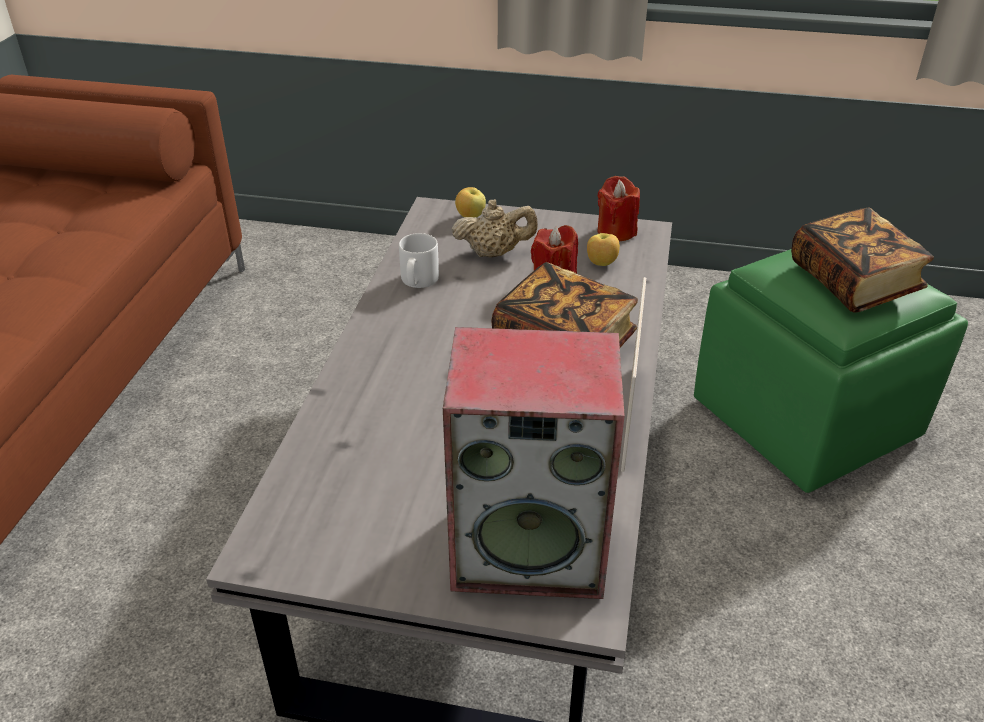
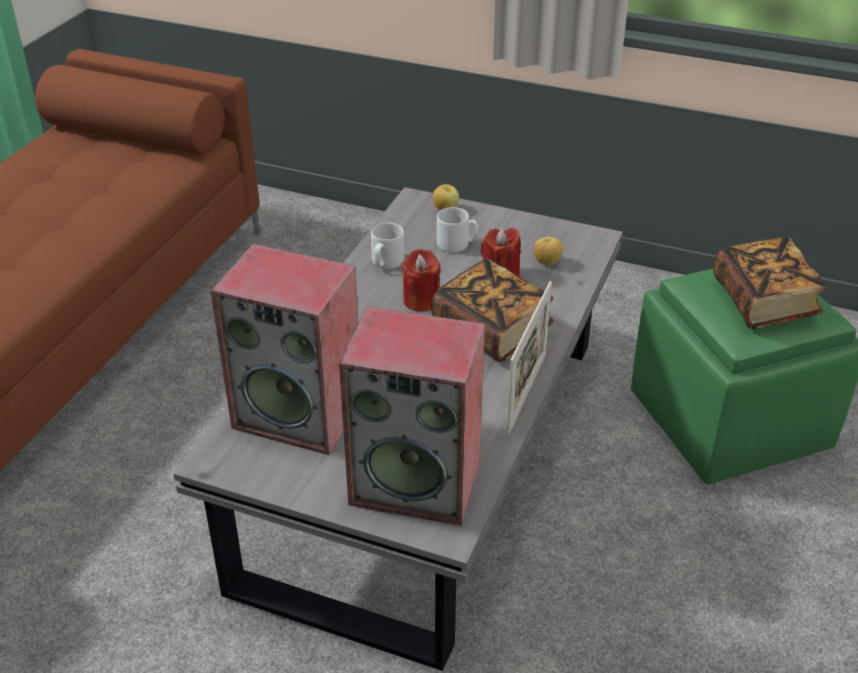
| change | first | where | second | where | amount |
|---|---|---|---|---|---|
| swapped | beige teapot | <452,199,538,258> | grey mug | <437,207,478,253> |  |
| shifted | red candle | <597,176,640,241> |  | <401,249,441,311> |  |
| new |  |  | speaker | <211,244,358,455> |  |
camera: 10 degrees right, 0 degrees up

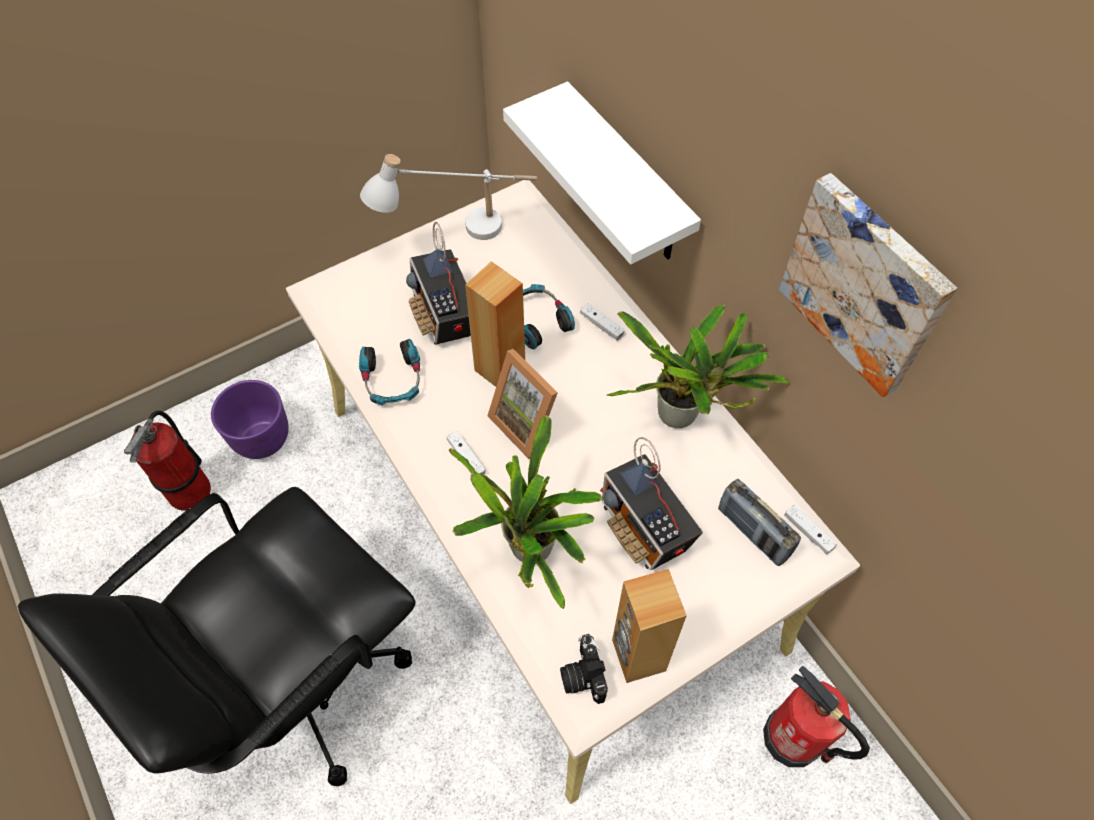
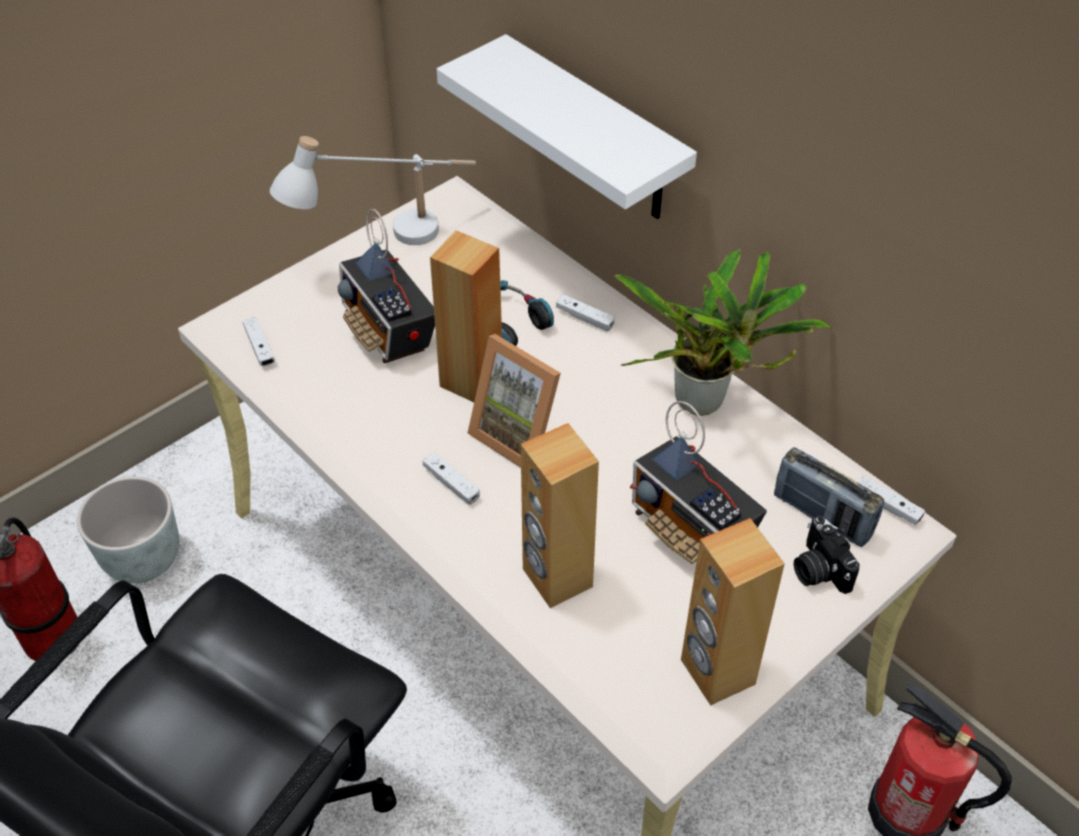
| change | first | where | second | where | amount |
|---|---|---|---|---|---|
| repainted | purple planter | <211,380,289,459> | grey planter | <77,476,179,583> |  |
| gone | headphones | <359,339,420,406> |  |  |  |
| swapped | potted plant | <449,415,603,609> | brown speaker | <521,423,599,608> |  |
| shifted | photo camera | <560,634,608,704> |  | <794,516,859,594> |  |
| gone | picture | <779,173,957,397> |  |  |  |
| new |  |  | white game controller | <243,317,275,366> |  |
camera: 10 degrees left, 10 degrees down

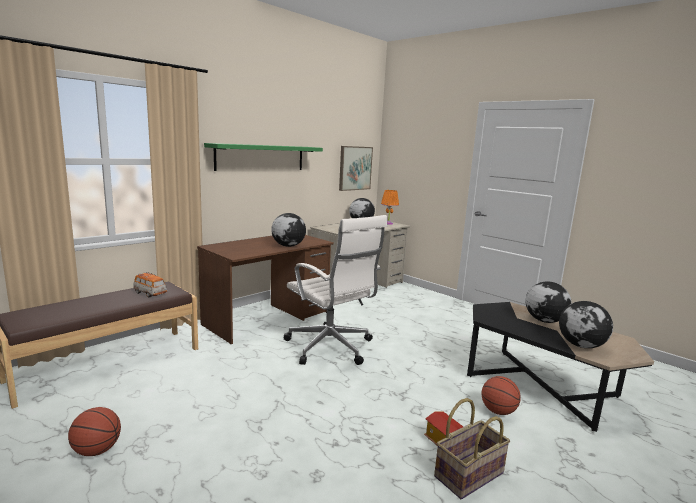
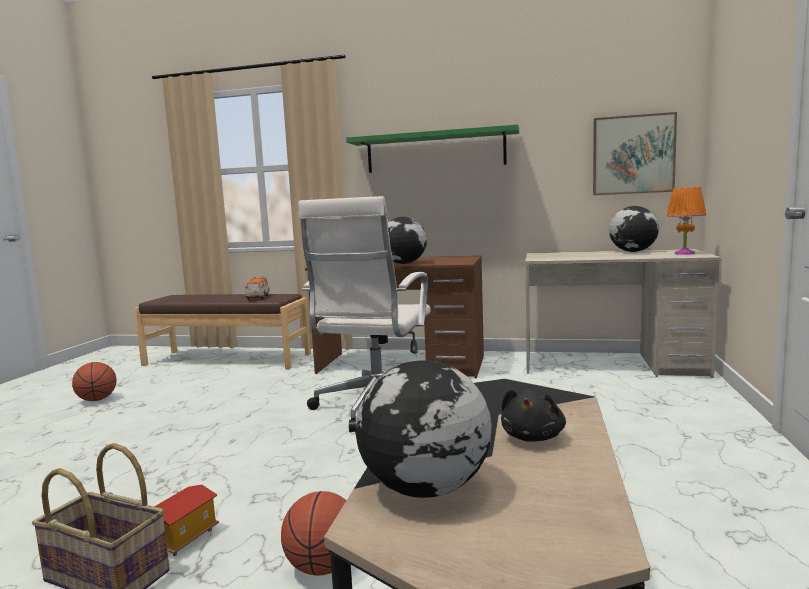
| change | first | where | second | where | amount |
|---|---|---|---|---|---|
| swapped | globe | <525,281,572,323> | black plush toy | <501,389,566,442> |  |
camera: 60 degrees right, 5 degrees down

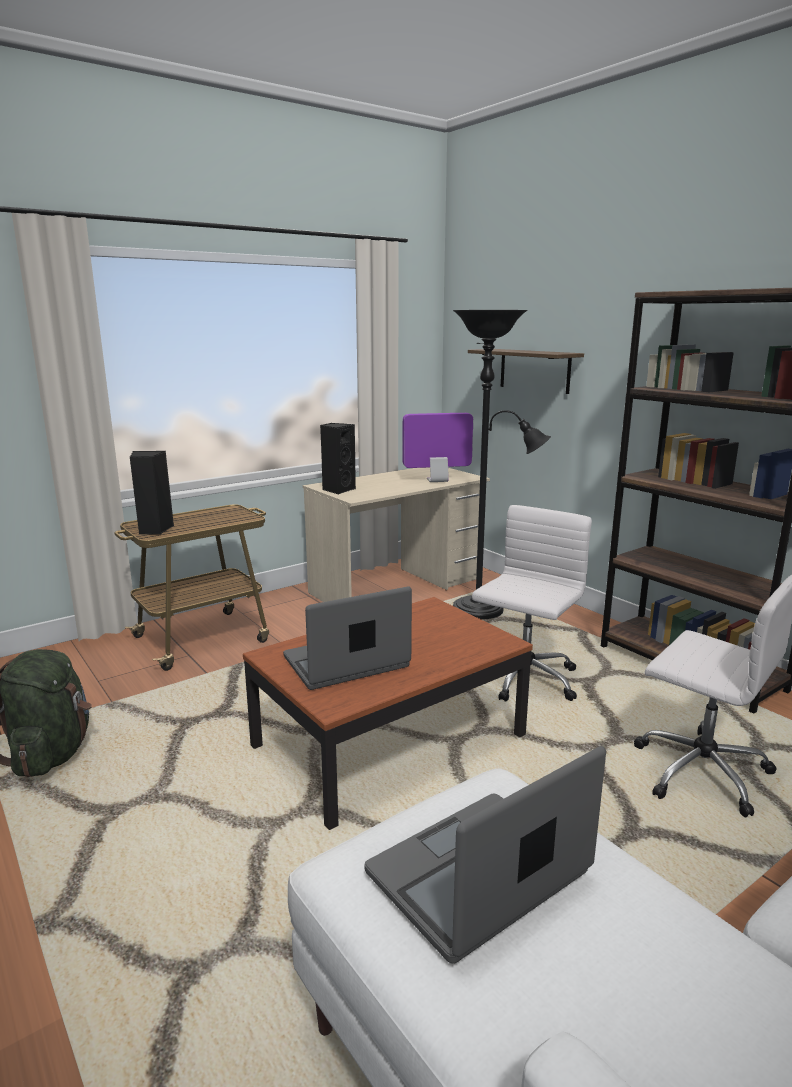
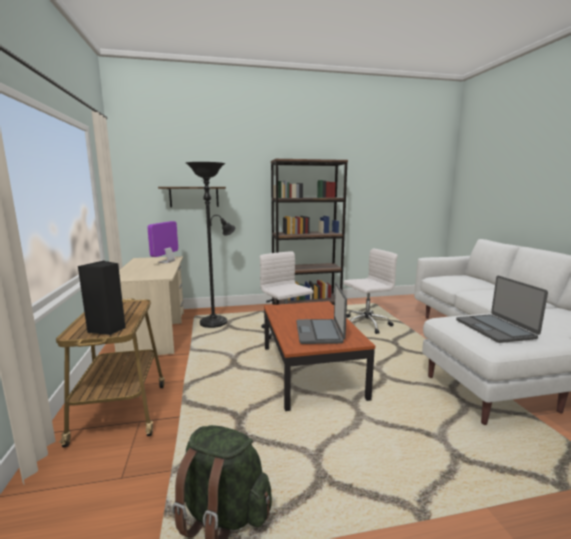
| change | first | where | second | where | amount |
|---|---|---|---|---|---|
| gone | black speaker | <320,423,356,494> |  |  |  |
camera: 65 degrees left, 5 degrees down

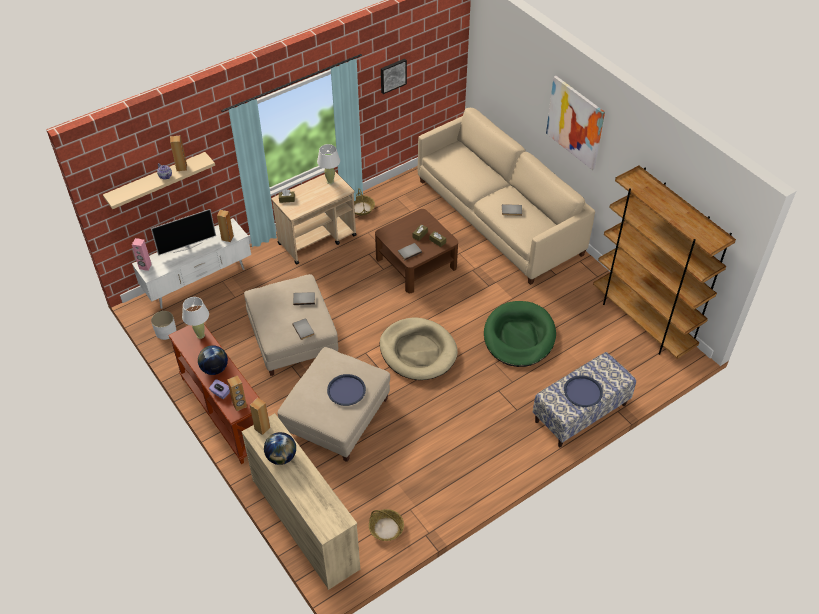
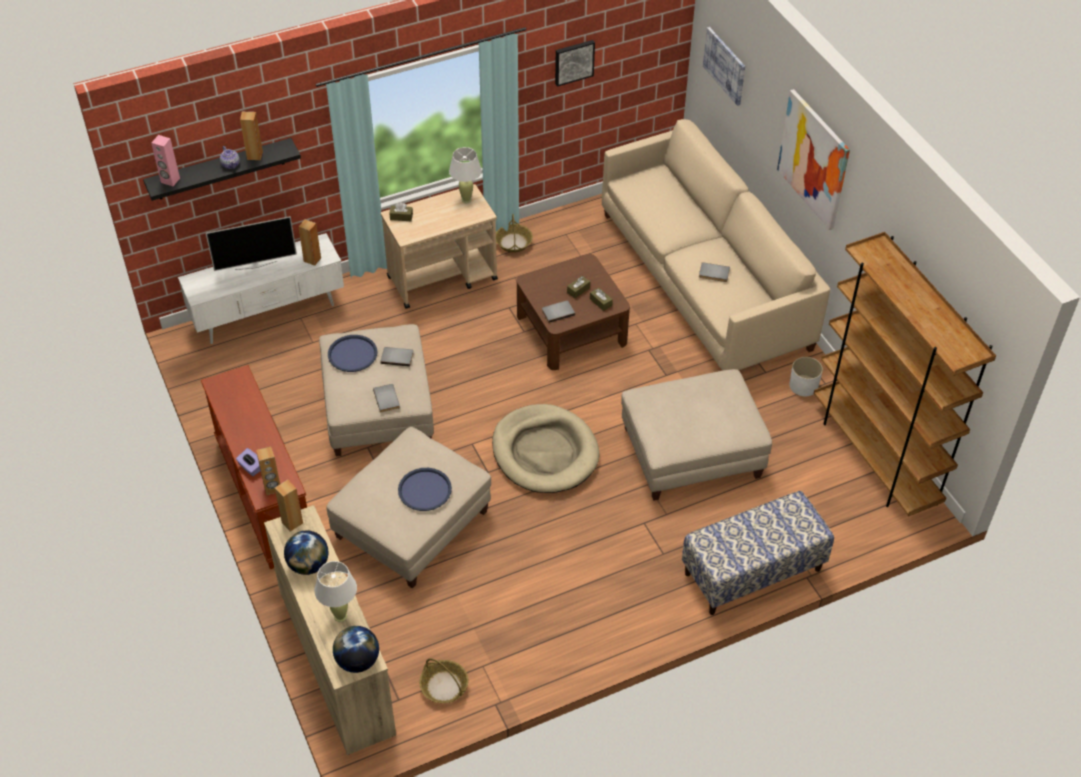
| change | first | where | second | where | amount |
|---|---|---|---|---|---|
| repainted | beige shelf | <103,152,215,209> | black shelf | <143,138,301,201> |  |
| shifted | pink speaker | <132,238,152,271> |  | <151,135,180,186> |  |
| shifted | white planter | <151,311,176,340> |  | <789,357,823,397> |  |
| shifted | white table lamp | <182,297,209,339> |  | <314,561,357,622> |  |
| shifted | globe | <198,345,228,375> |  | <333,626,379,673> |  |
| swapped | green dog bed | <484,301,556,367> | beige ottoman | <621,369,772,501> |  |
| shifted | blue tray | <564,375,603,407> |  | <328,335,377,372> |  |
| new |  |  | picture | <703,27,745,106> |  |
camera: 10 degrees right, 0 degrees up

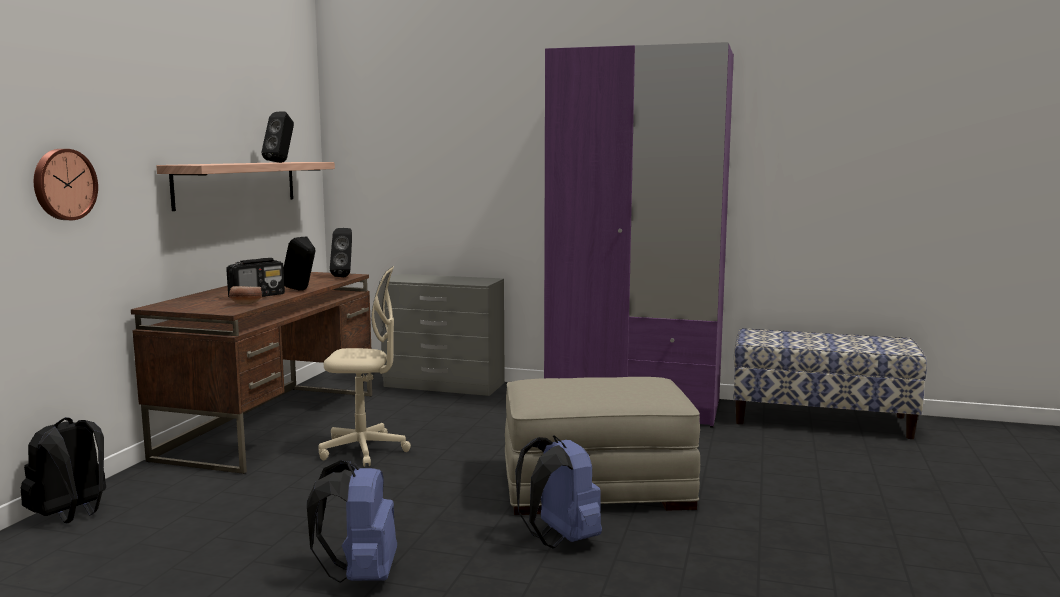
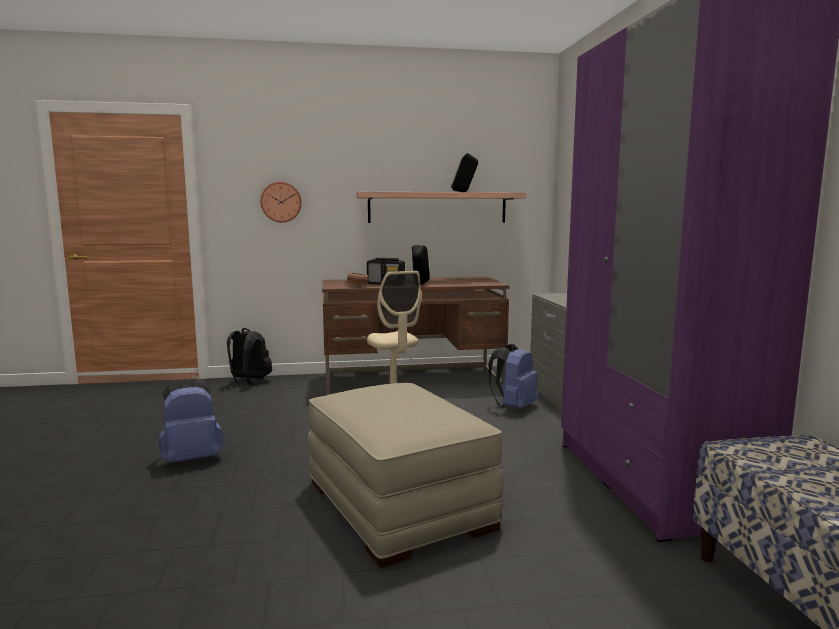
| change | first | where | second | where | amount |
|---|---|---|---|---|---|
| gone | black speaker | <330,228,352,277> |  |  |  |
| shifted | blue backpack | <515,435,602,549> |  | <489,344,538,409> |  |
camera: 65 degrees right, 0 degrees up

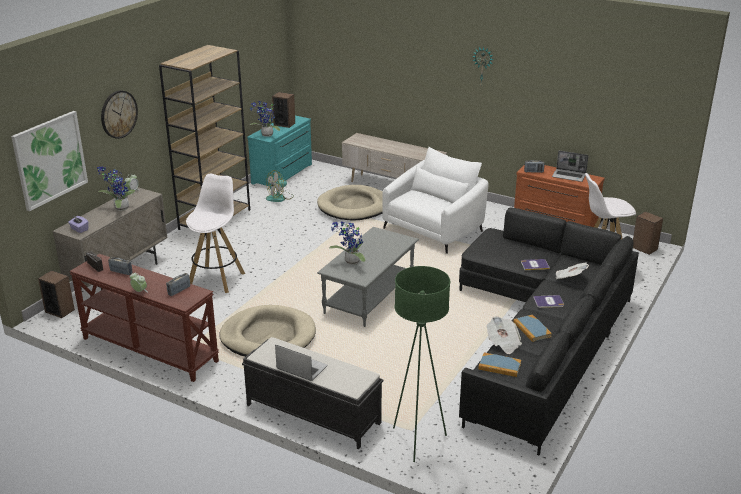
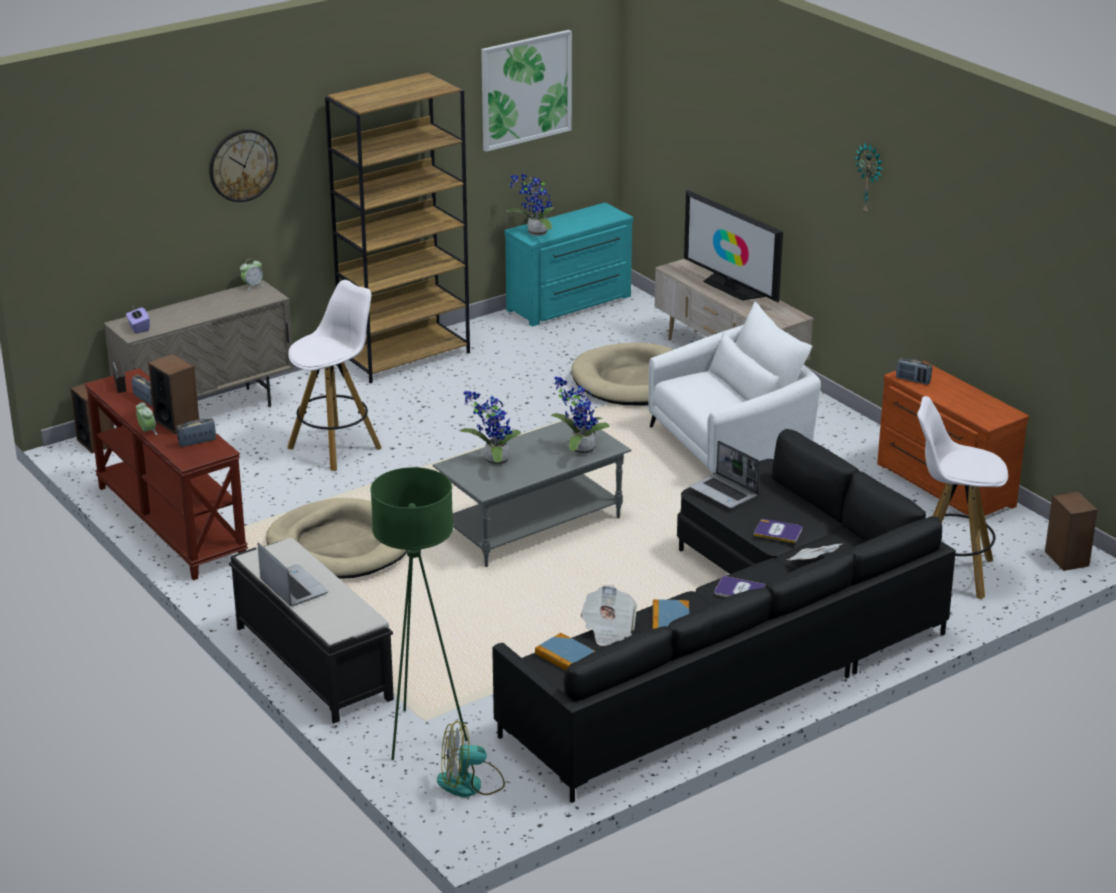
| change | first | where | second | where | amount |
|---|---|---|---|---|---|
| shifted | picture | <11,111,88,211> |  | <481,30,572,152> |  |
| shifted | potted plant | <97,167,135,211> |  | <551,376,609,455> |  |
| shifted | fan | <266,170,294,202> |  | <437,721,505,797> |  |
| shifted | speaker | <272,92,295,128> |  | <148,354,199,434> |  |
| shifted | laptop | <552,151,588,182> |  | <690,441,760,508> |  |
| new |  |  | television | <684,190,783,302> |  |
camera: 25 degrees right, 0 degrees up

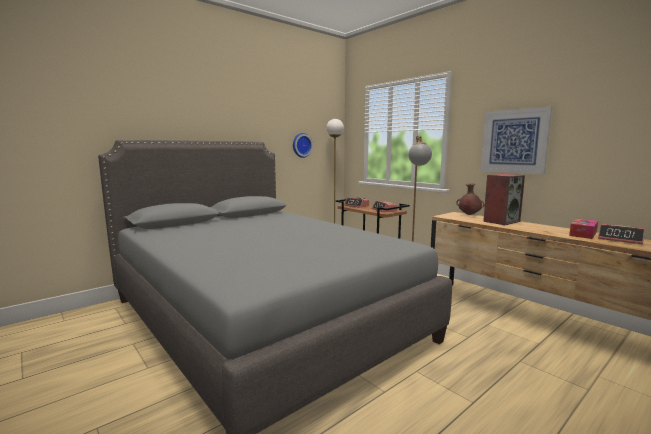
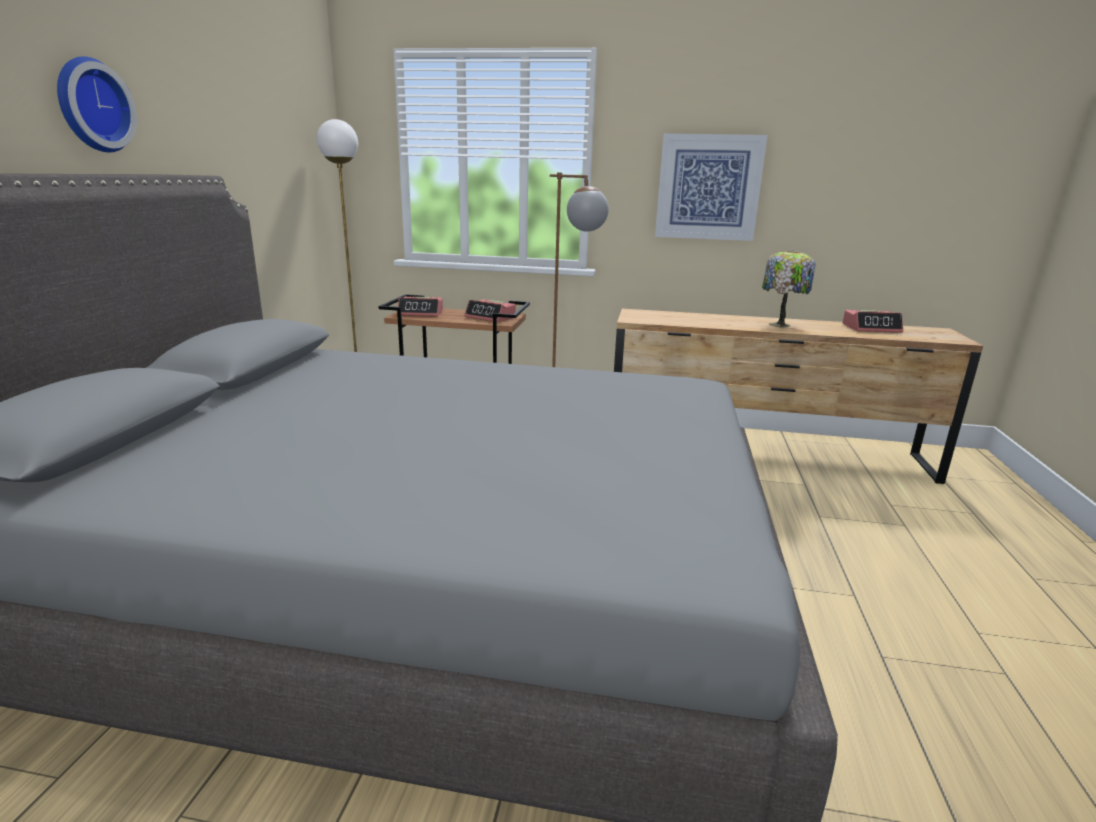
| change | first | where | second | where | amount |
|---|---|---|---|---|---|
| shifted | wall clock | <293,133,313,158> |  | <57,56,137,152> |  |
| gone | brown vase | <456,183,485,215> |  |  |  |
| gone | speaker | <483,174,525,225> |  |  |  |
| gone | tissue box | <569,219,598,239> |  |  |  |
| new |  |  | table lamp | <762,250,816,328> |  |
camera: 40 degrees left, 10 degrees up

